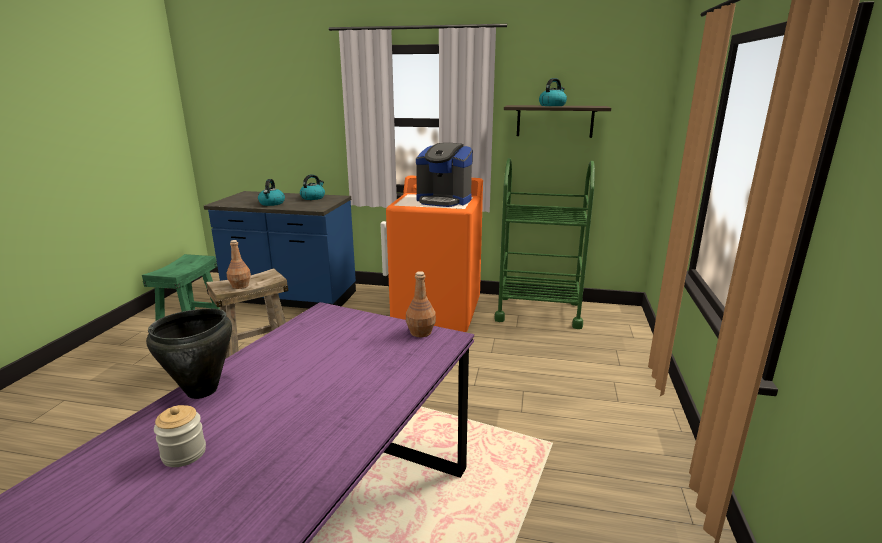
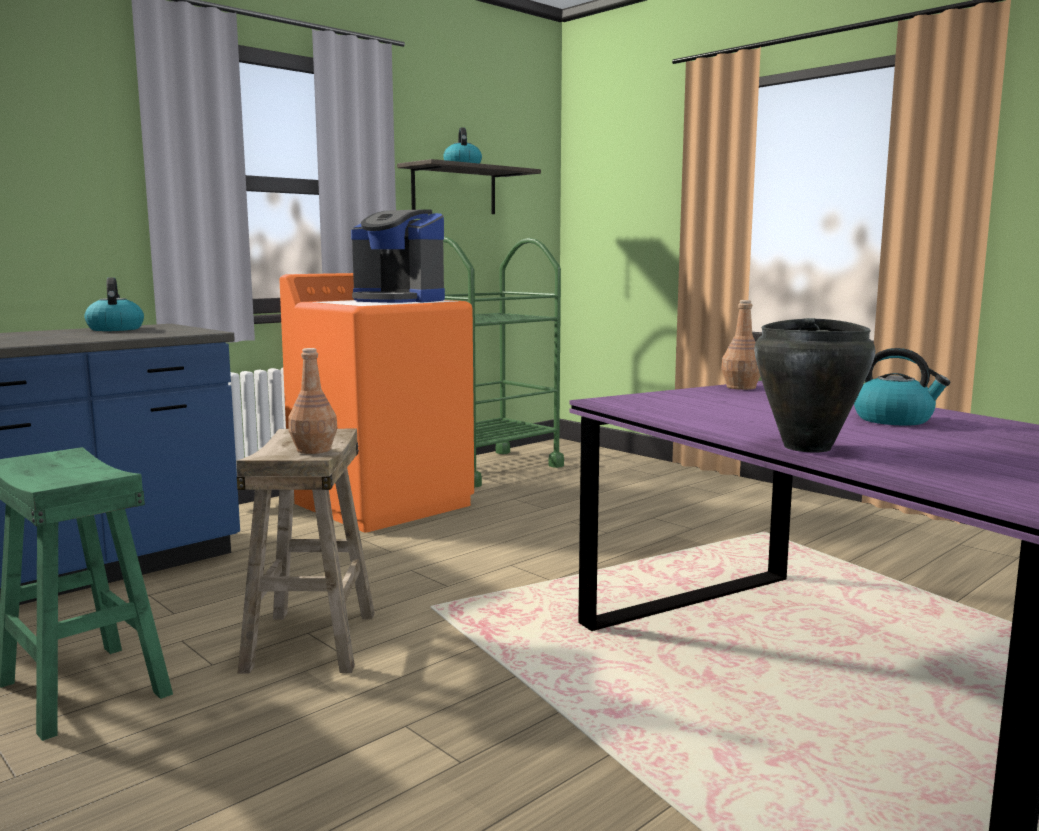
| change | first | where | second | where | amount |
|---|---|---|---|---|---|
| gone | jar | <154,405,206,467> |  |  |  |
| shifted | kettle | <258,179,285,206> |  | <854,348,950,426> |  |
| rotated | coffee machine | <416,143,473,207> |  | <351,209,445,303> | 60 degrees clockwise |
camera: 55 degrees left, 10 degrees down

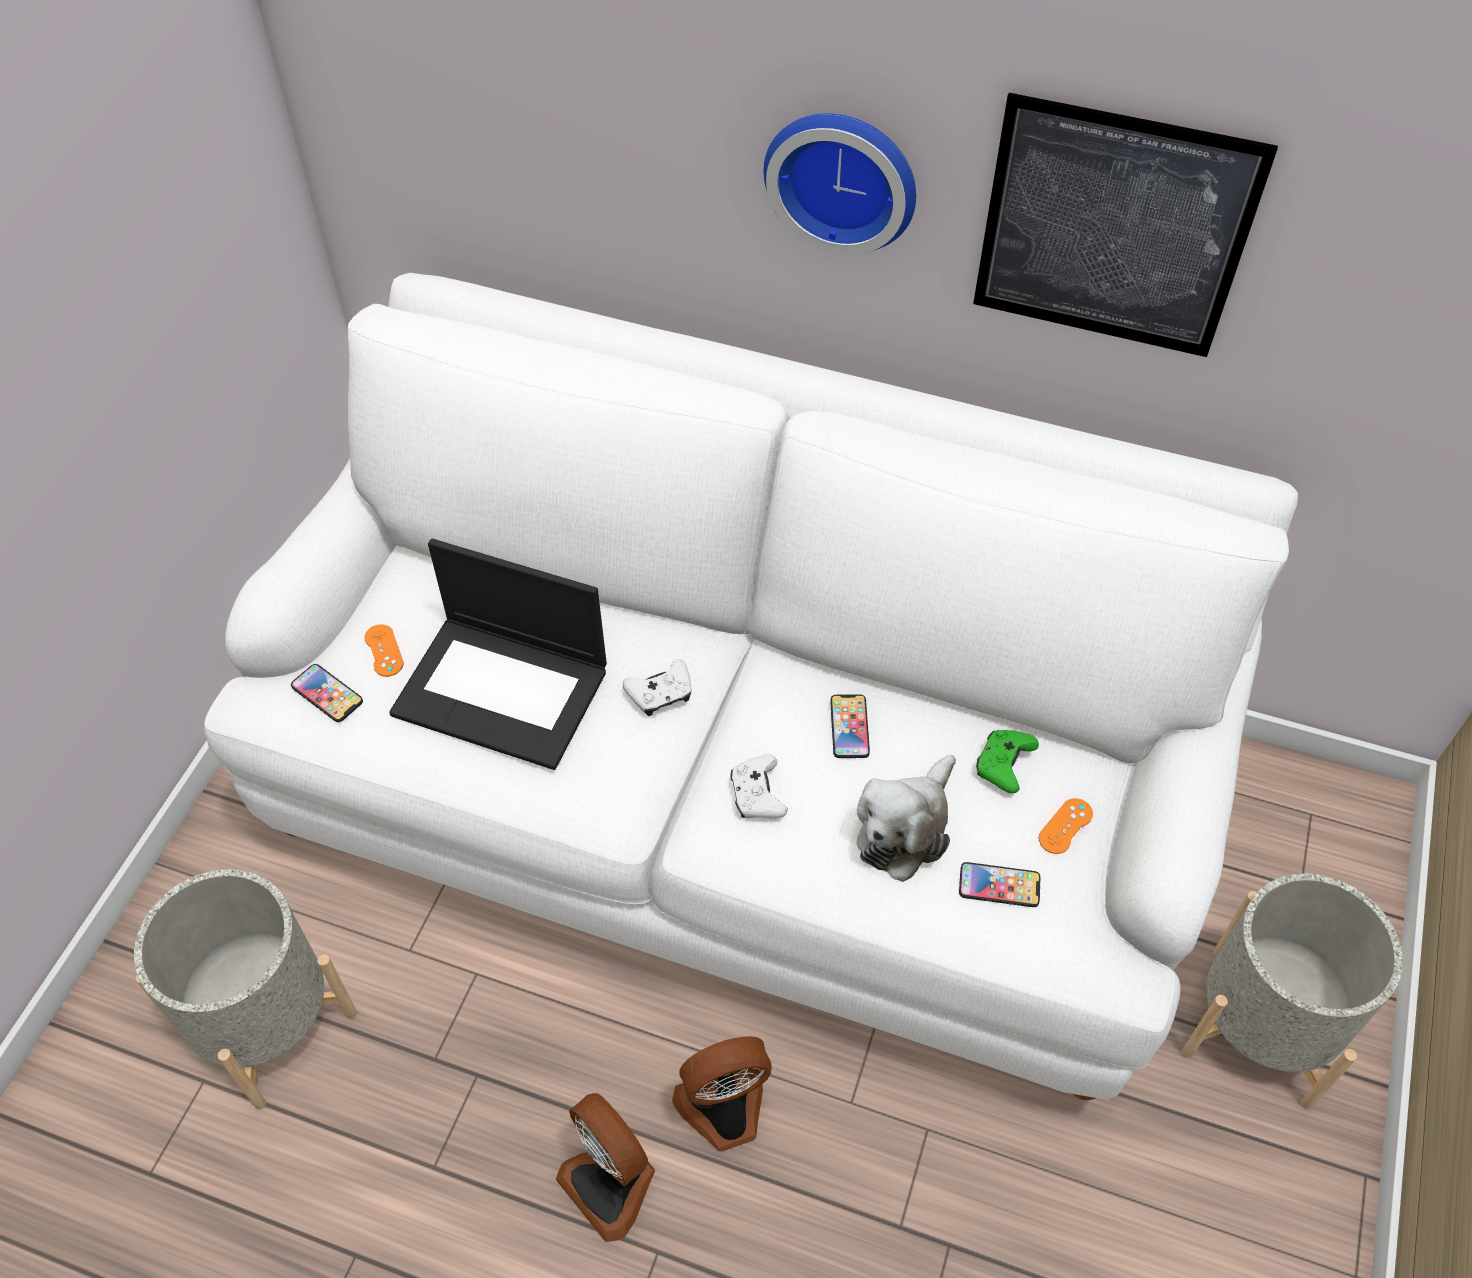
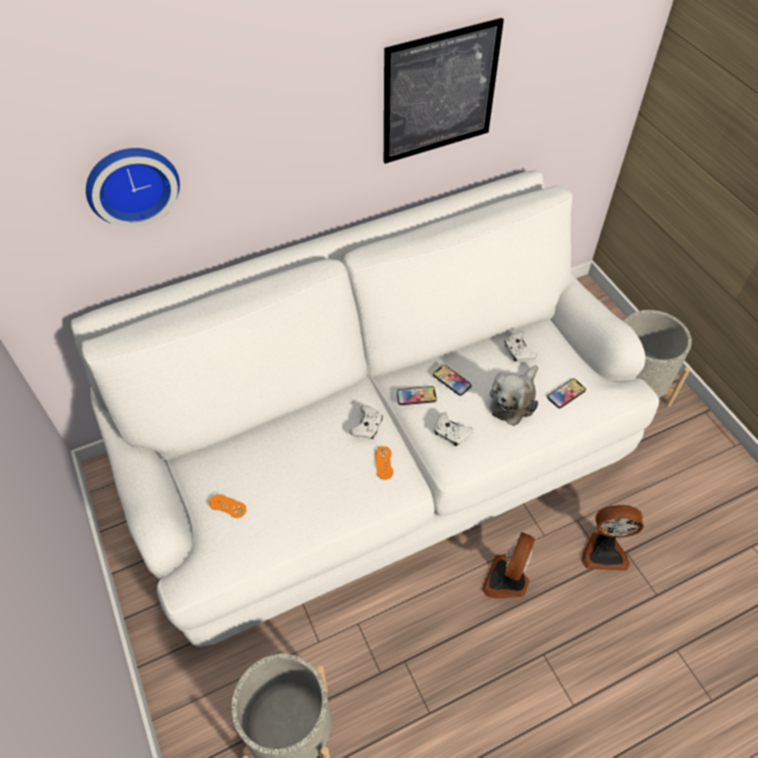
| change | first | where | second | where | amount |
|---|---|---|---|---|---|
| shifted | phone | <291,664,363,722> |  | <397,386,437,405> |  |
| gone | laptop | <389,539,607,770> |  |  |  |
| shifted | fan | <556,1093,655,1242> |  | <581,505,644,571> |  |
| shifted | wall clock | <764,113,916,255> |  | <86,148,180,228> |  |
| rotated | plush toy | <857,754,956,882> |  | <490,365,538,426> | 45 degrees clockwise |
| repainted | green game controller | <976,730,1039,793> | white game controller | <505,331,537,361> |  |
| shifted | orange game controller | <1039,798,1093,854> |  | <375,446,394,480> |  |
camera: 45 degrees left, 0 degrees up

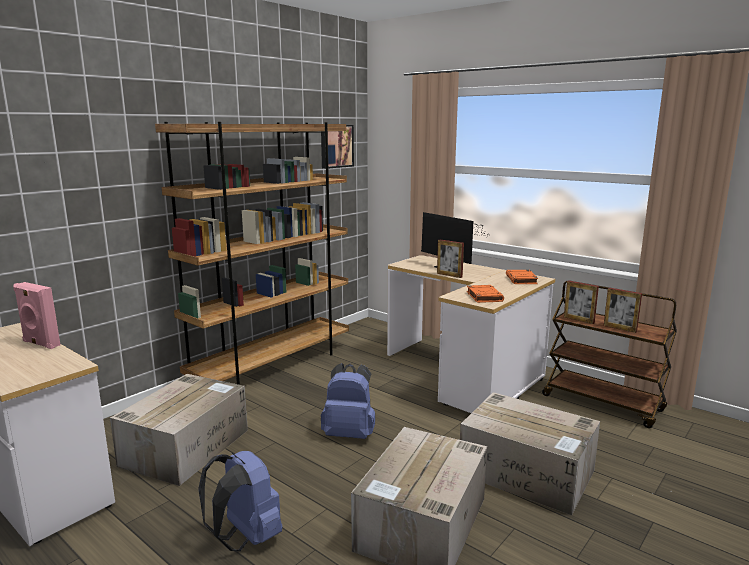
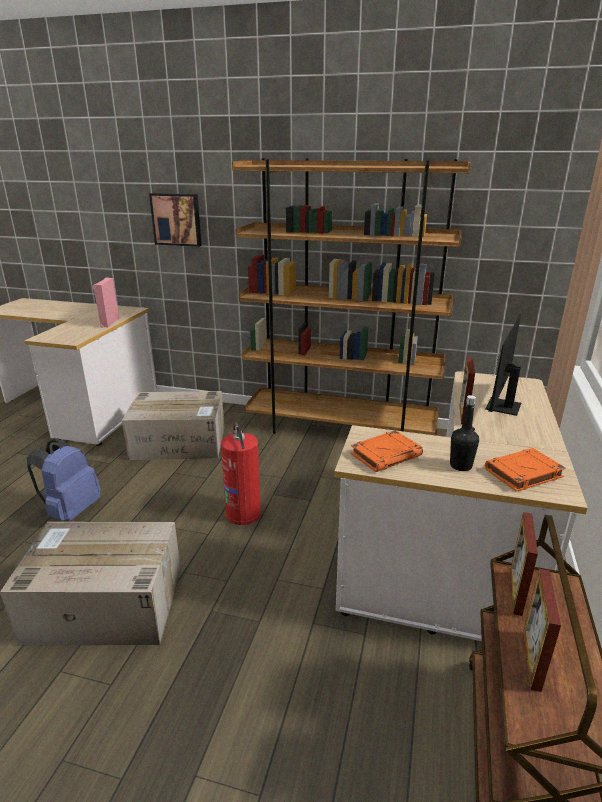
| change | first | where | second | where | amount |
|---|---|---|---|---|---|
| shifted | picture | <321,125,354,169> |  | <149,193,202,247> |  |
| swapped | blue backpack | <321,363,375,439> | fire extinguisher | <221,422,261,525> |  |
| gone | cardboard box | <460,392,600,515> |  |  |  |
| new |  |  | black bottle | <450,395,479,471> |  |
camera: 65 degrees right, 10 degrees up

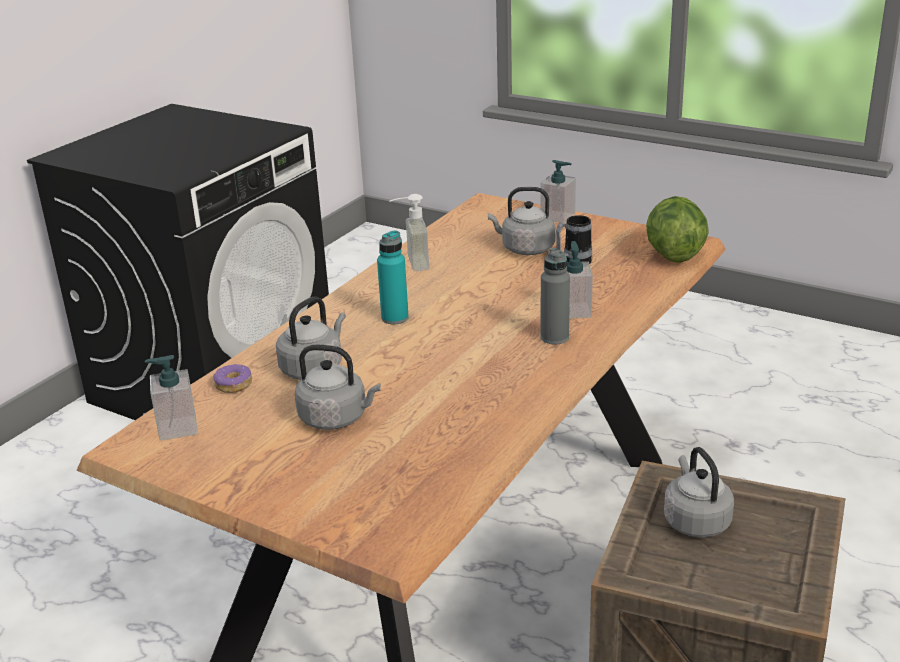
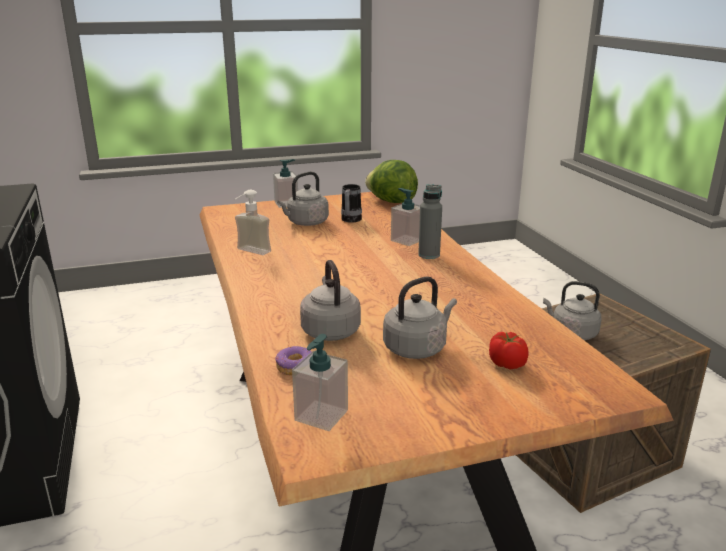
| change | first | where | second | where | amount |
|---|---|---|---|---|---|
| gone | turquoise bottle | <377,230,409,324> |  |  |  |
| new |  |  | tomato | <489,332,528,370> |  |
camera: 50 degrees left, 5 degrees down

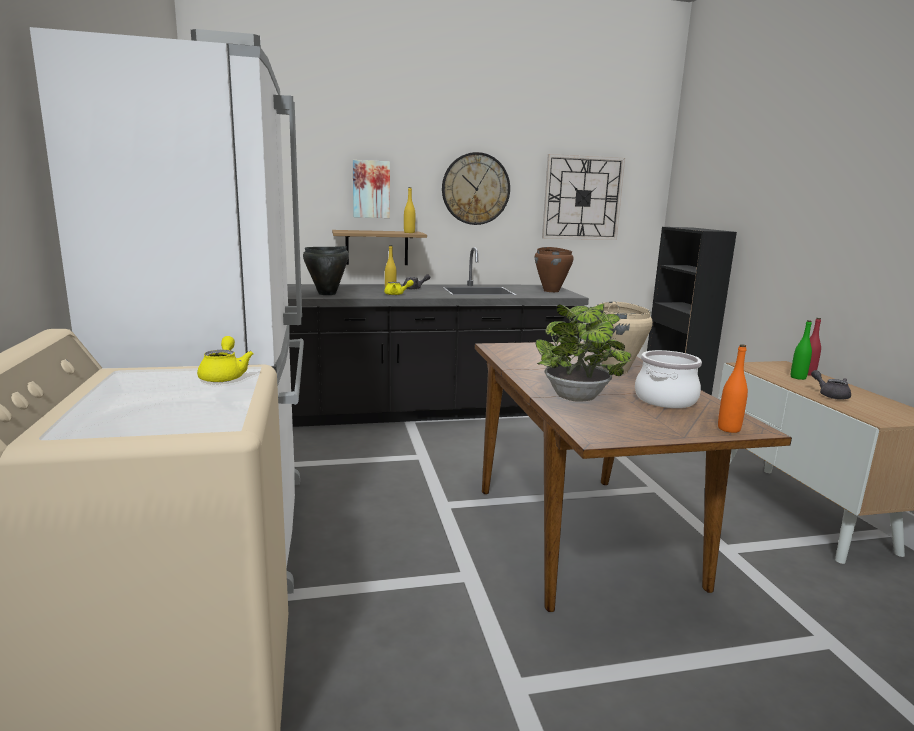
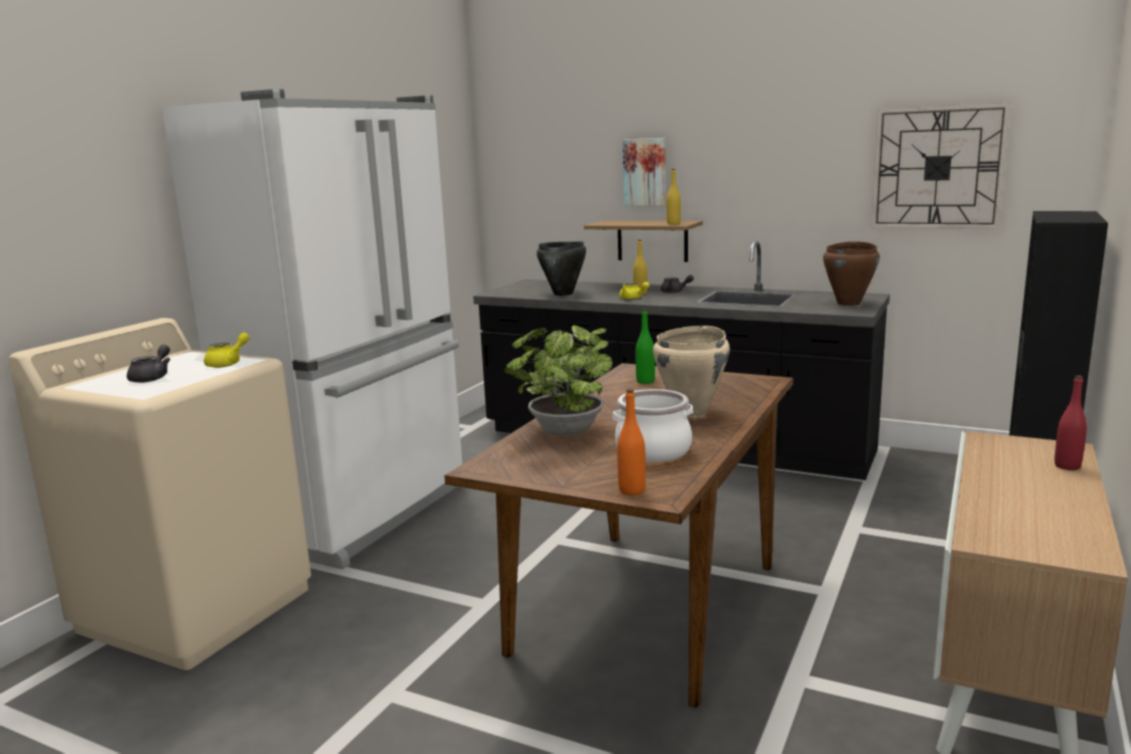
| change | first | where | second | where | amount |
|---|---|---|---|---|---|
| gone | wall clock | <442,152,510,225> |  |  |  |
| shifted | green bottle | <791,320,812,380> |  | <636,309,655,384> |  |
| shifted | grey teapot | <811,370,851,400> |  | <127,345,171,383> |  |
camera: 40 degrees right, 0 degrees up

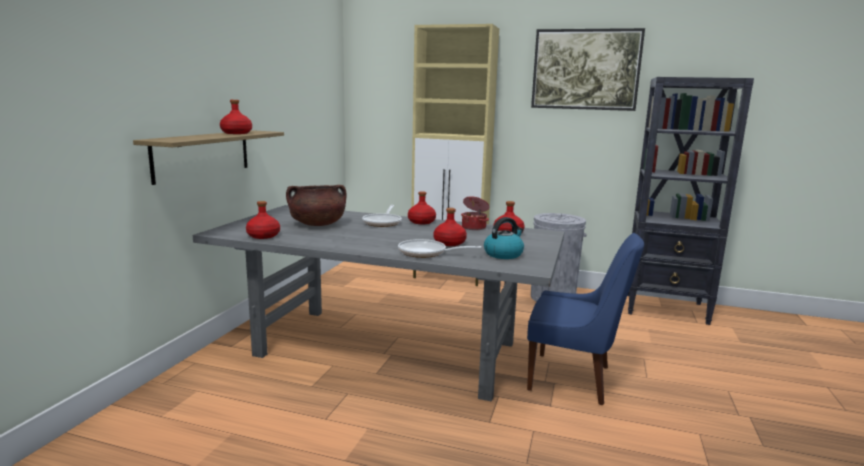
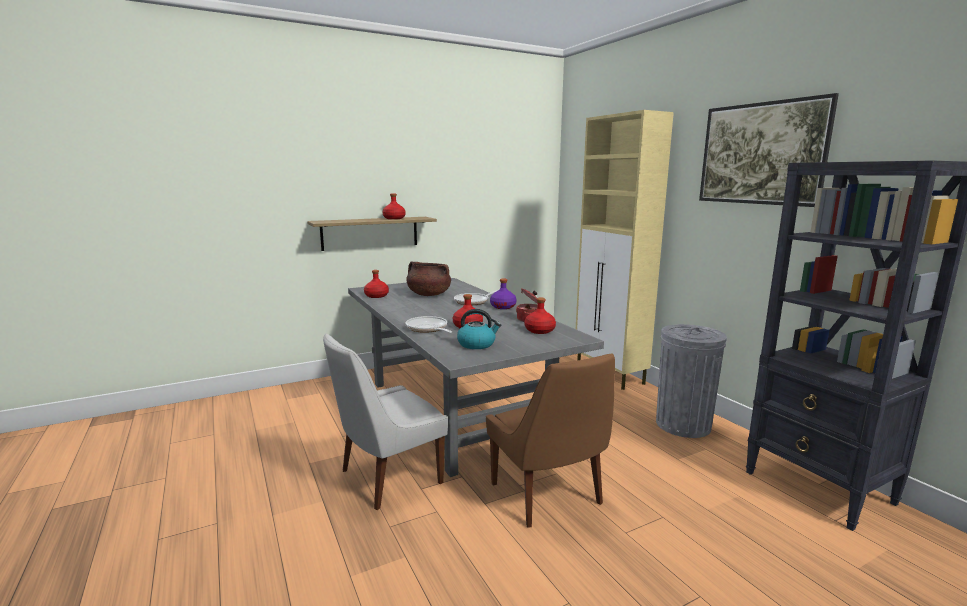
| change | first | where | second | where | amount |
|---|---|---|---|---|---|
| repainted | red bottle | <408,191,436,224> | purple bottle | <490,279,517,309> |  |
| repainted | blue chair | <527,233,644,406> | brown chair | <486,353,615,528> |  |
| new |  |  | white chair | <323,334,448,510> |  |
camera: 45 degrees right, 0 degrees up

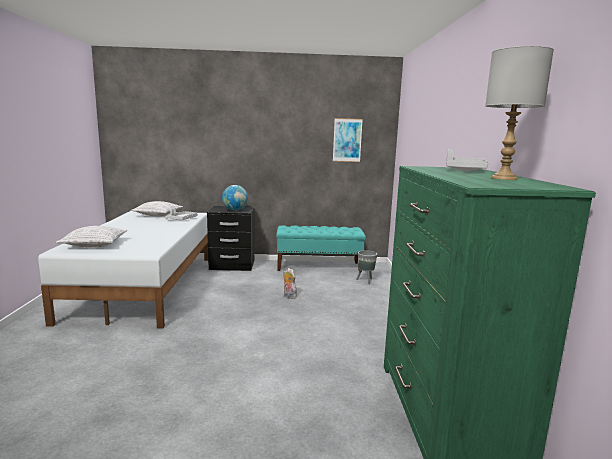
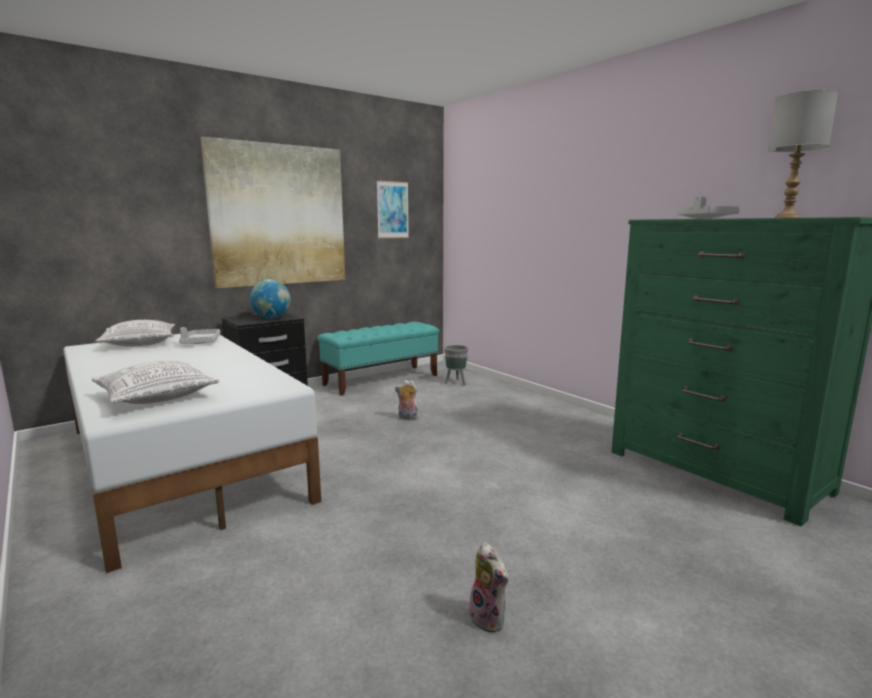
| change | first | where | second | where | amount |
|---|---|---|---|---|---|
| new |  |  | picture | <200,136,345,288> |  |
| new |  |  | plush toy | <465,542,509,632> |  |
camera: 35 degrees left, 0 degrees up

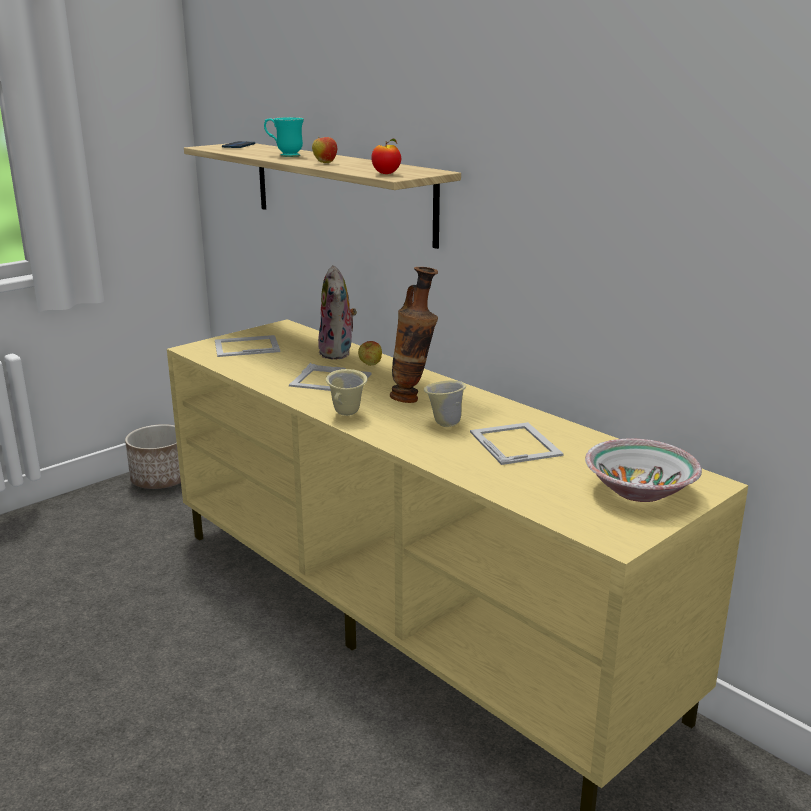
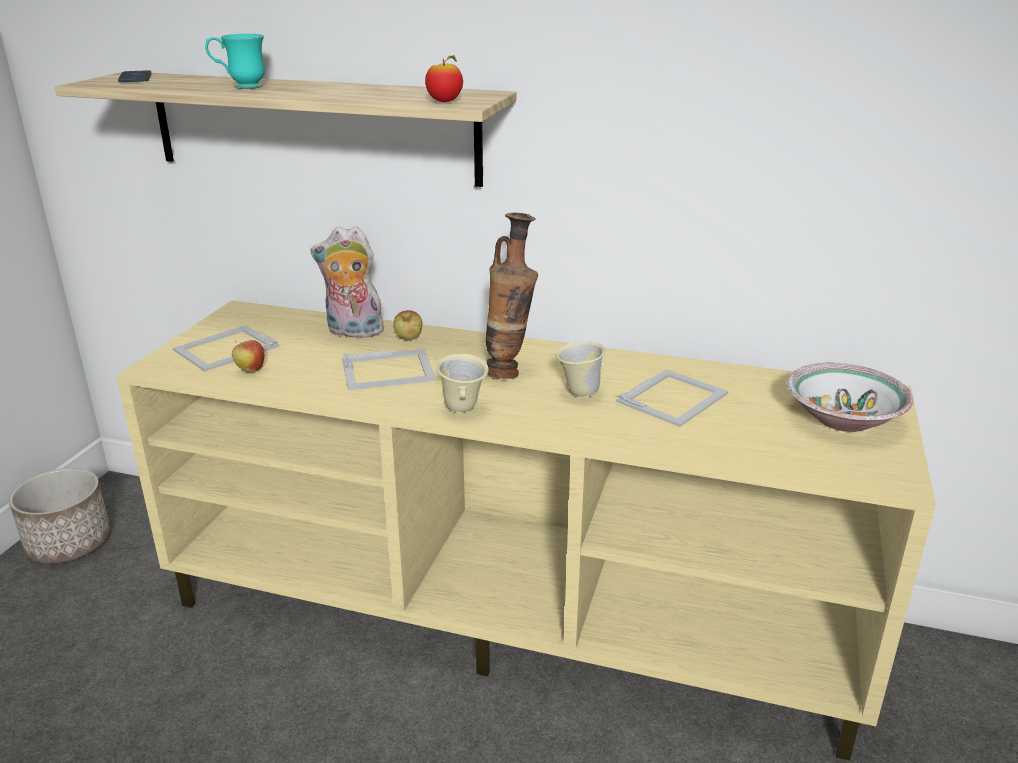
| change | first | where | second | where | amount |
|---|---|---|---|---|---|
| shifted | apple | <312,137,337,163> |  | <232,340,264,372> |  |
| rotated | plush toy | <318,265,357,359> |  | <311,226,386,338> | 135 degrees clockwise |
| rotated | picture frame | <470,422,564,465> |  | <616,369,729,427> | 90 degrees clockwise |
camera: 30 degrees left, 5 degrees up

